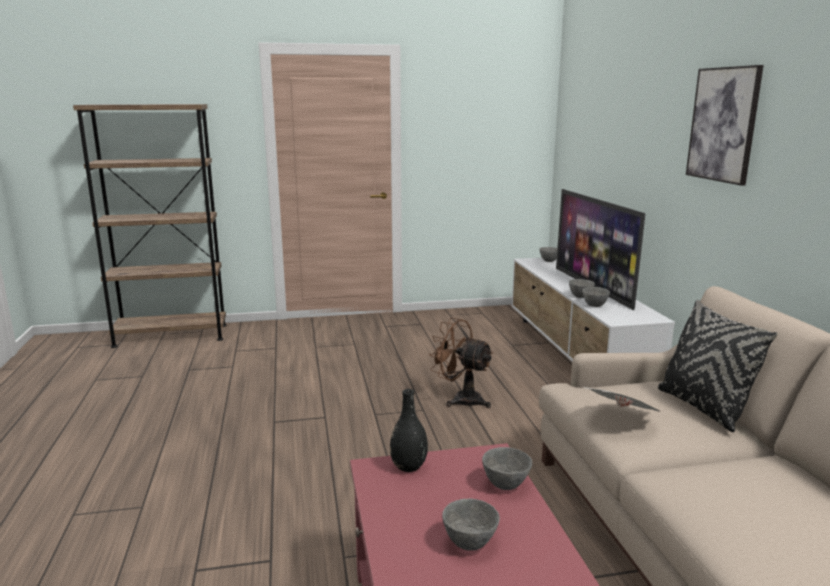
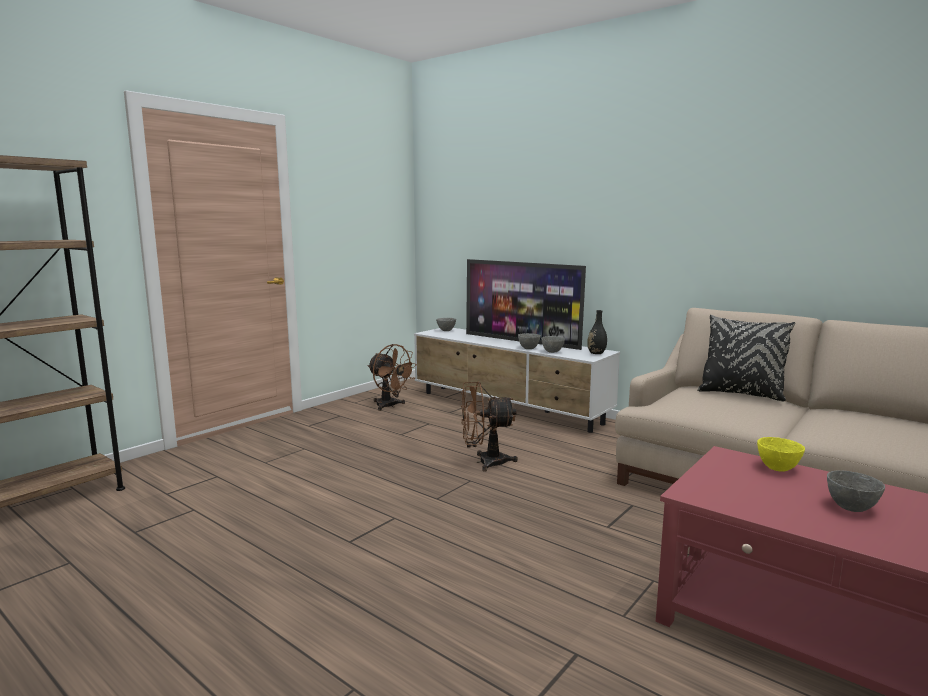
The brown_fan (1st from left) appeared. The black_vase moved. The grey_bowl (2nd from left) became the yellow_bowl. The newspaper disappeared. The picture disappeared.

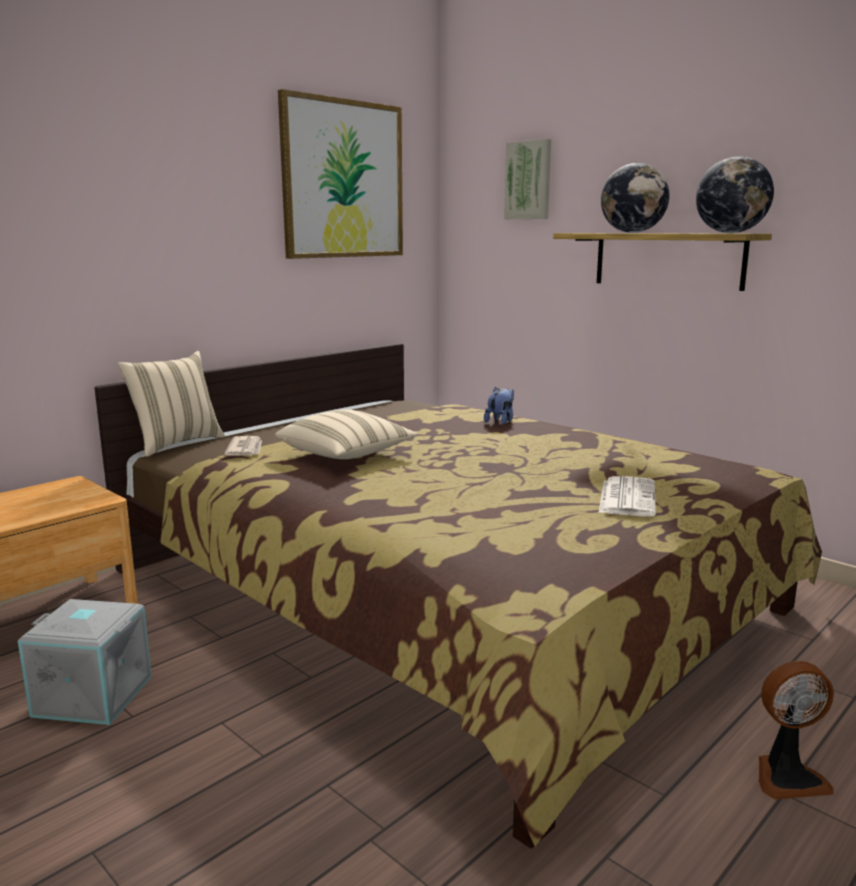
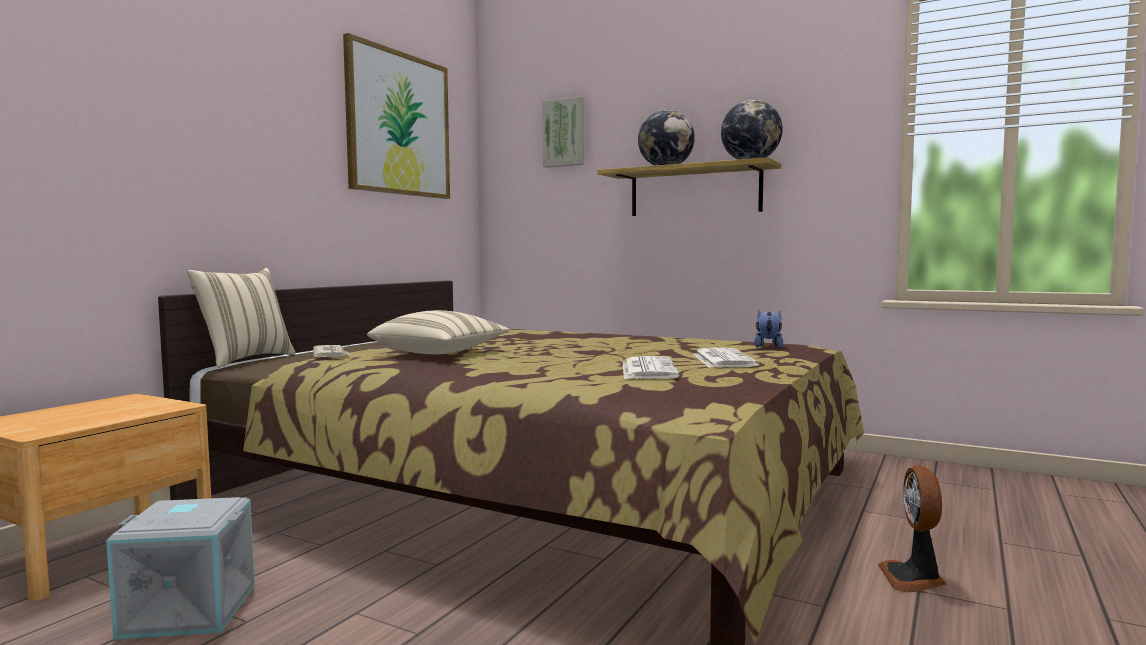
The newspaper (2nd from left) appeared. The plush_toy moved. The fan turned 120 degrees clockwise.

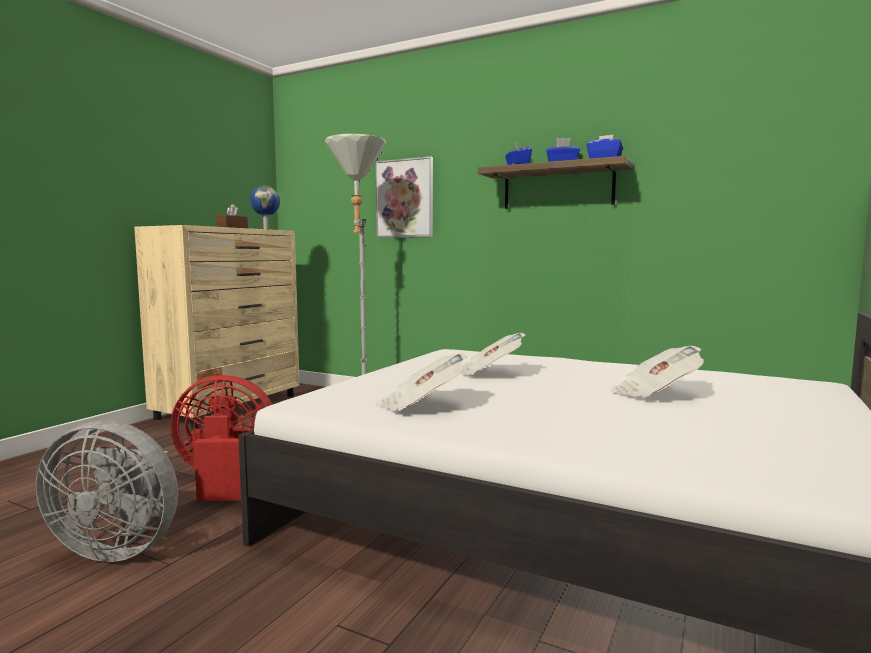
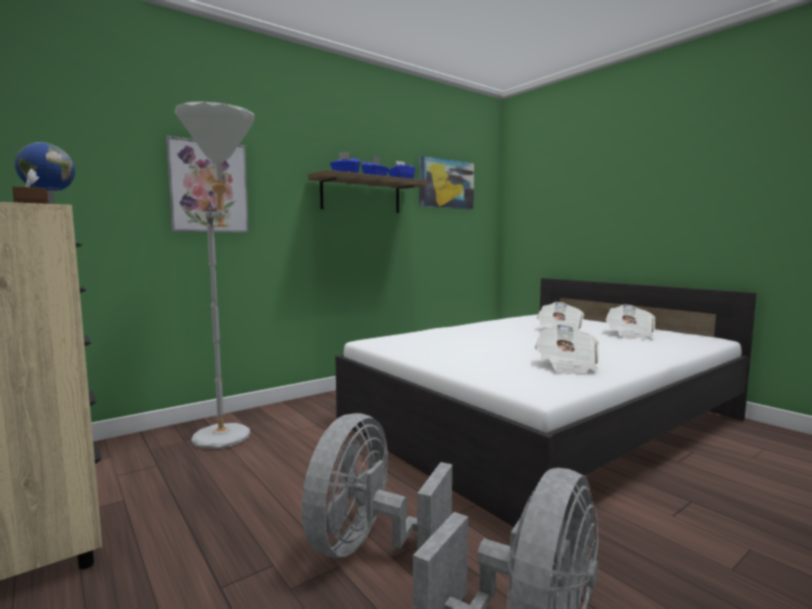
The red_fan became the grey_fan (1st from left). The picture (2nd from left) appeared. The newspaper (2nd from left in the first image) moved.

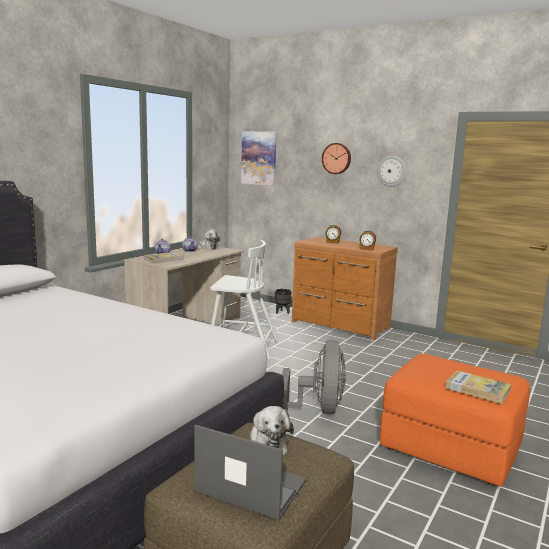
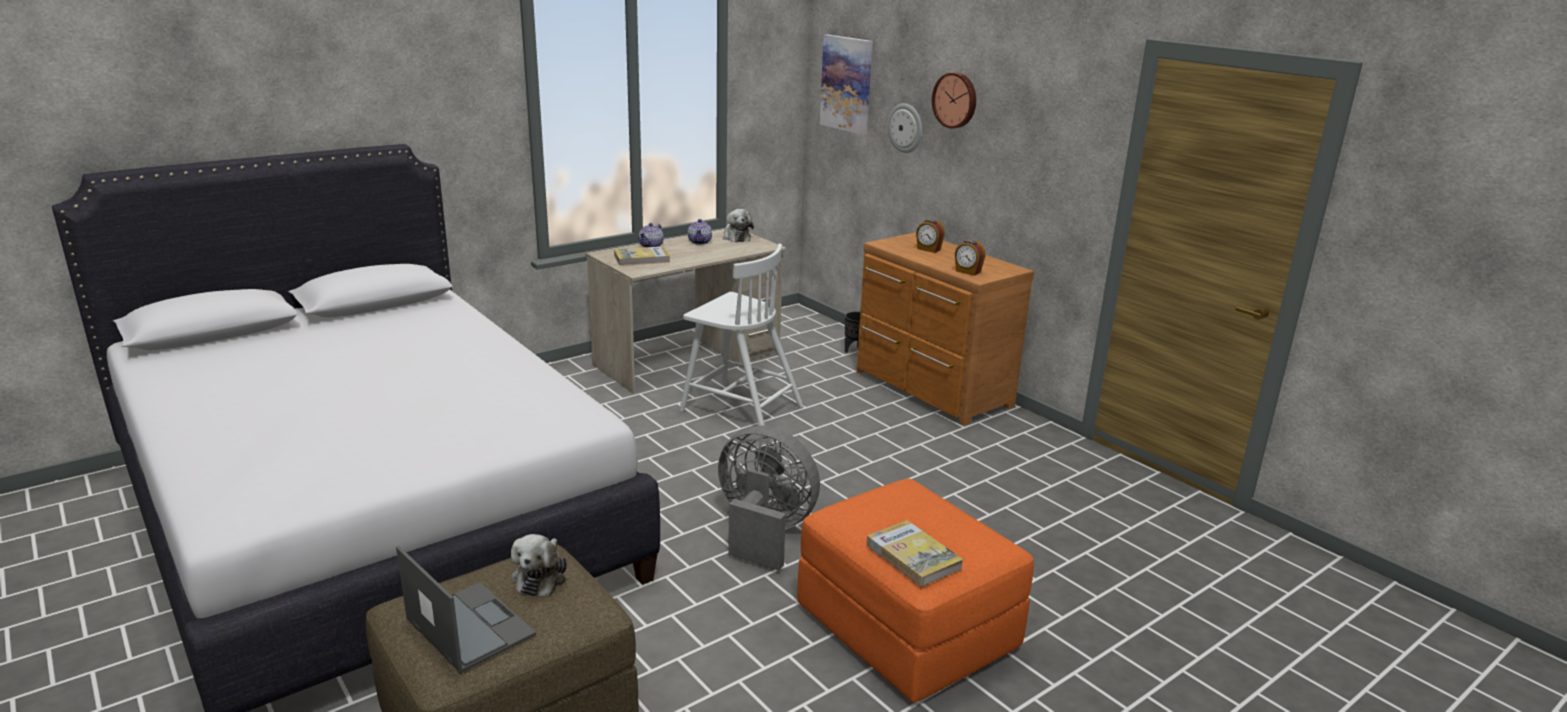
The grey_fan turned 90 degrees counterclockwise. The wall_clock (2nd from left in the first image) moved.

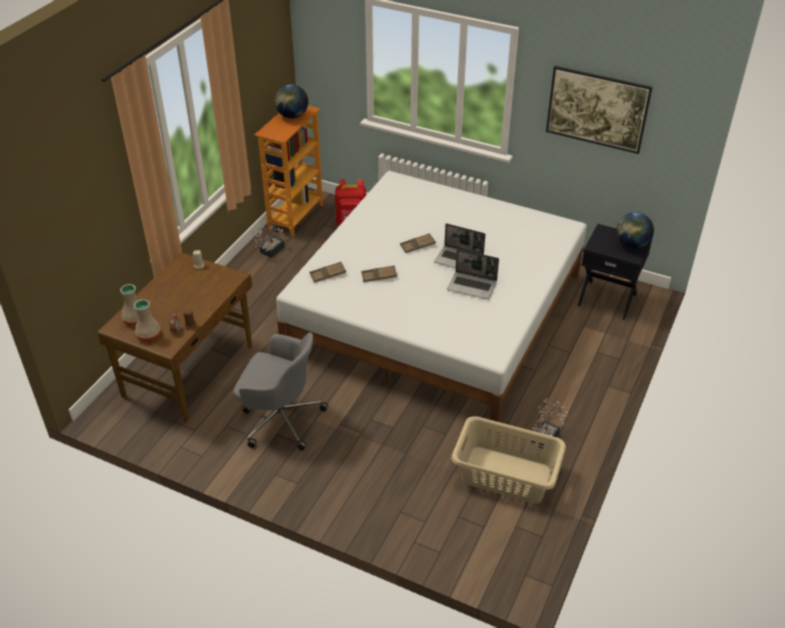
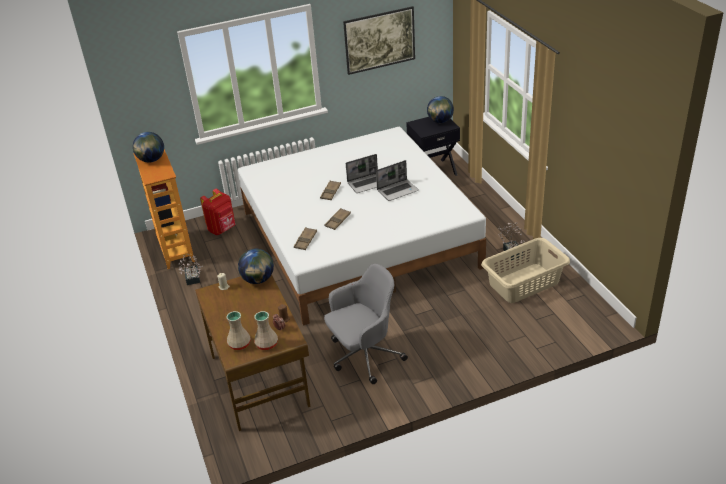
The globe (2nd from left) appeared.

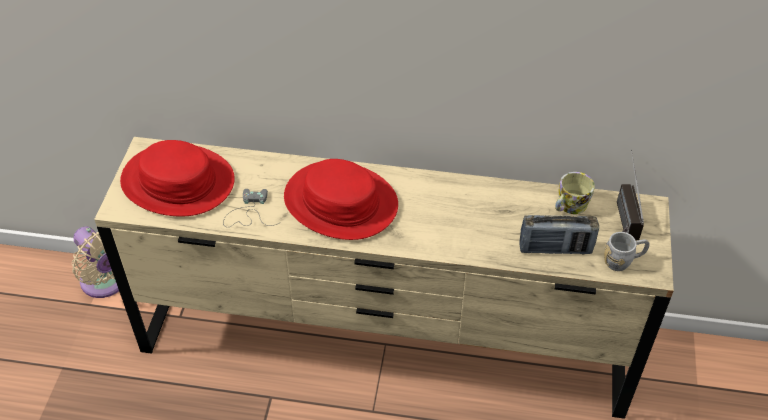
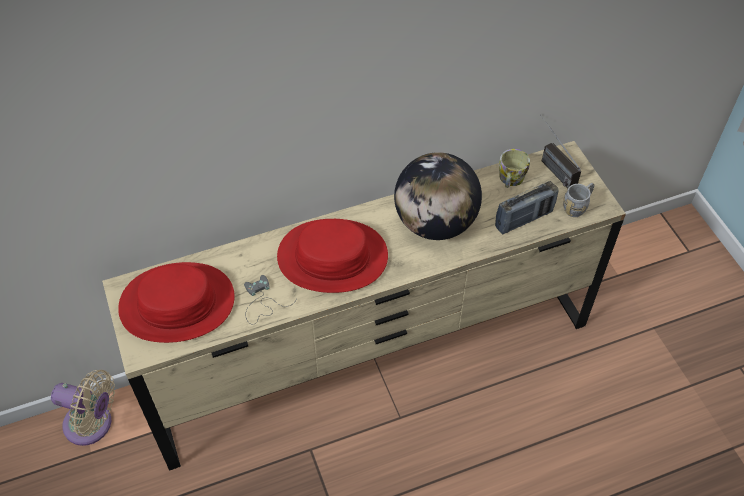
The globe appeared.

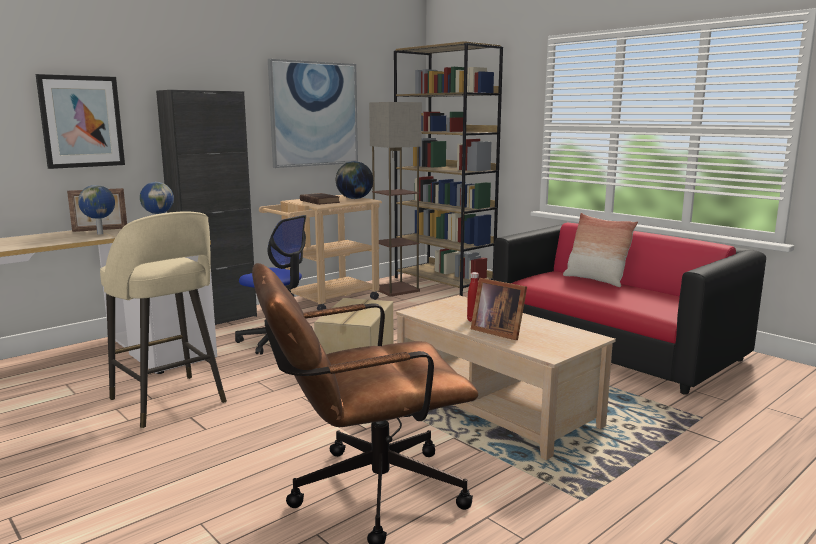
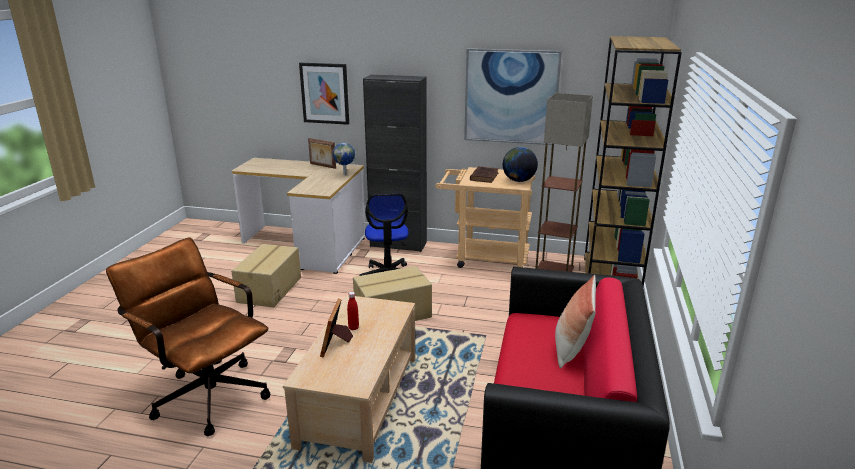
The beige_stool was replaced by the cardboard_box (1st from left). The globe (1st from left) disappeared.

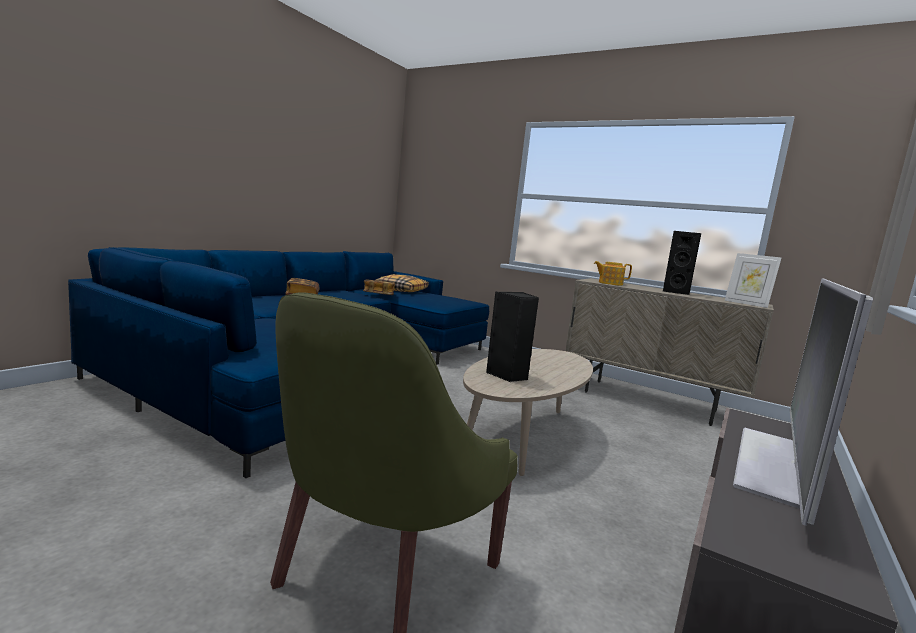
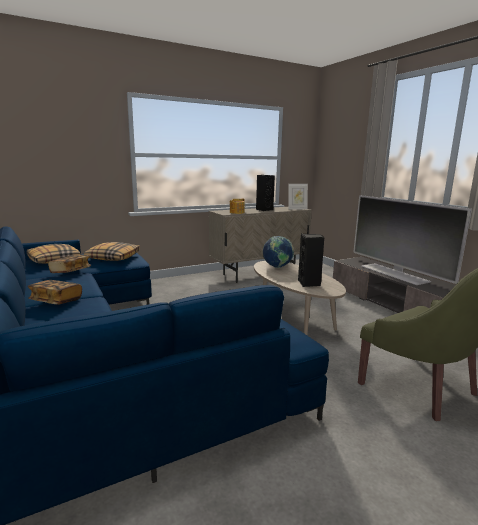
The pillow (2nd from left) appeared. The globe appeared.

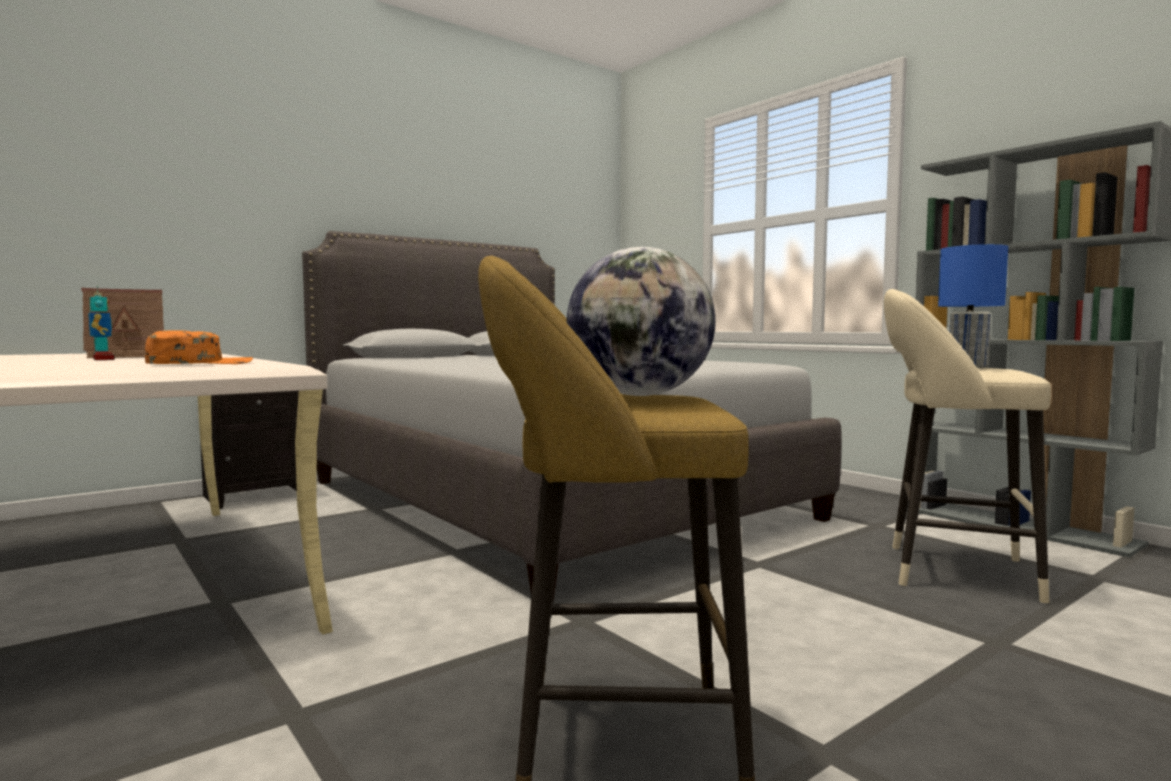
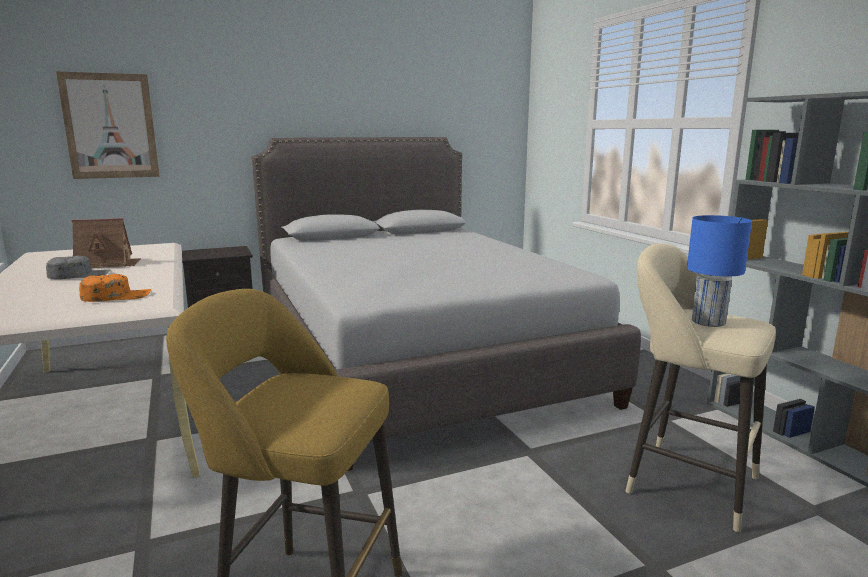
The toy_robot was replaced by the grey_cap. The picture appeared. The globe disappeared.

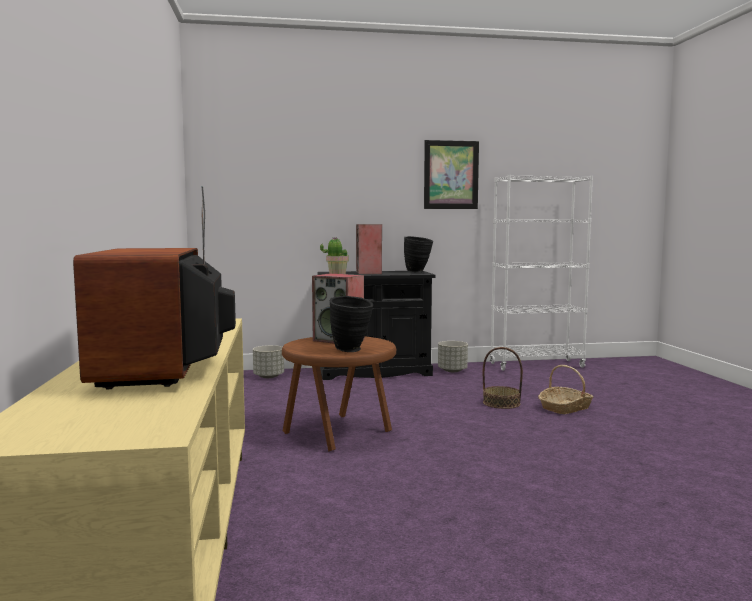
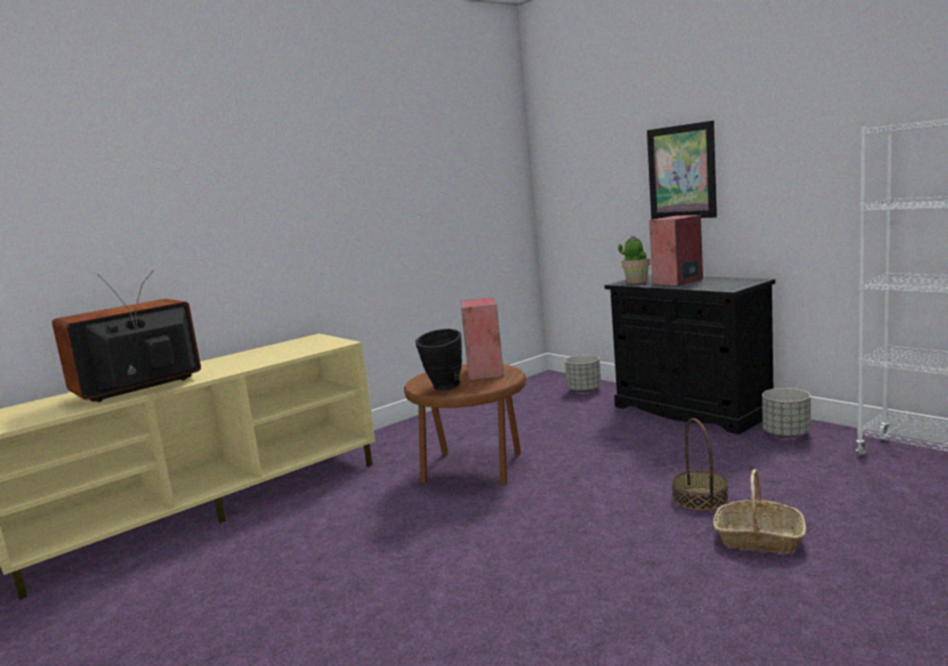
The picture moved. The black_vase (2nd from left) disappeared.

